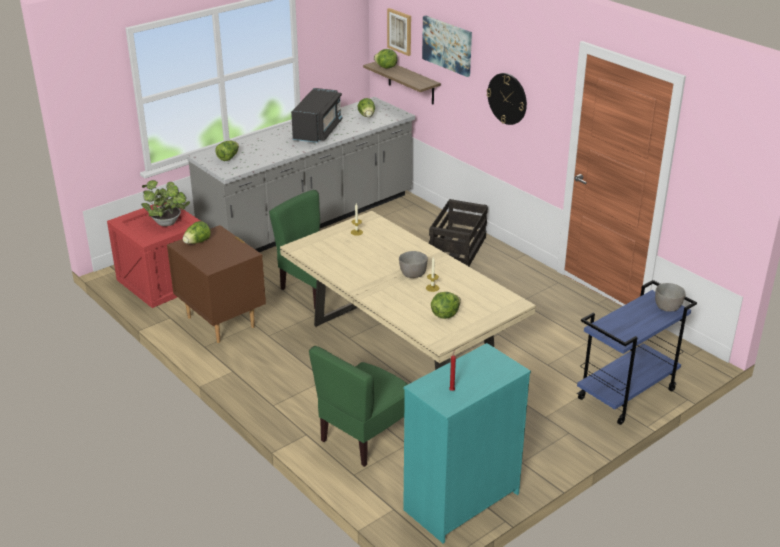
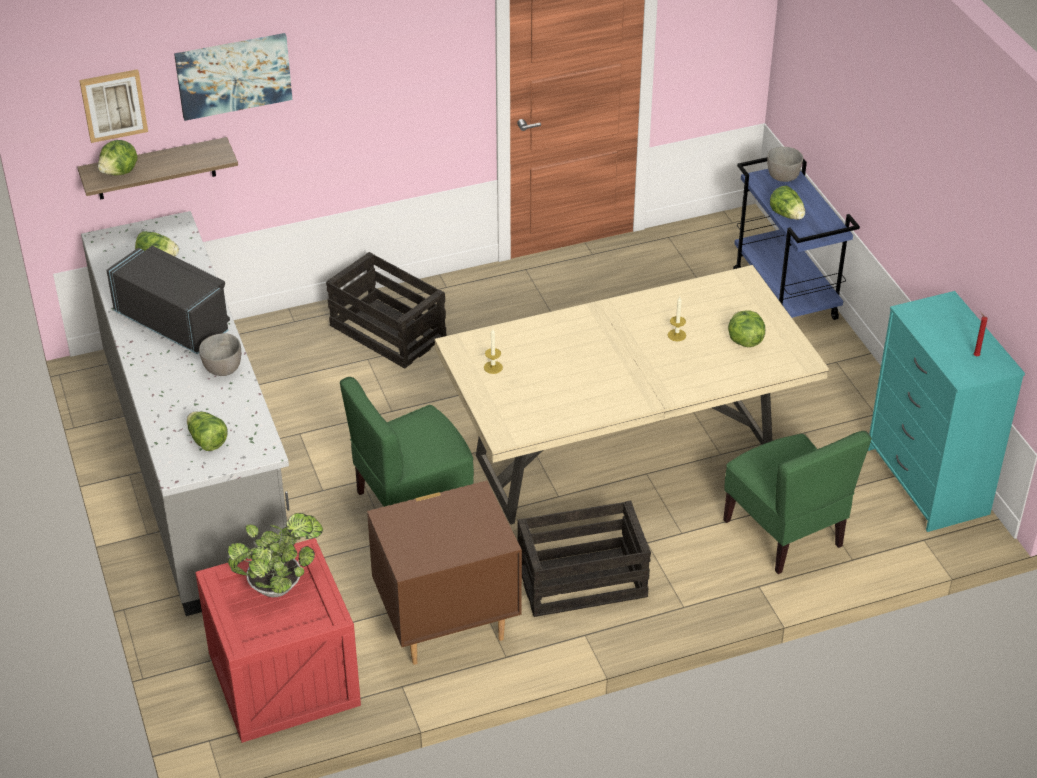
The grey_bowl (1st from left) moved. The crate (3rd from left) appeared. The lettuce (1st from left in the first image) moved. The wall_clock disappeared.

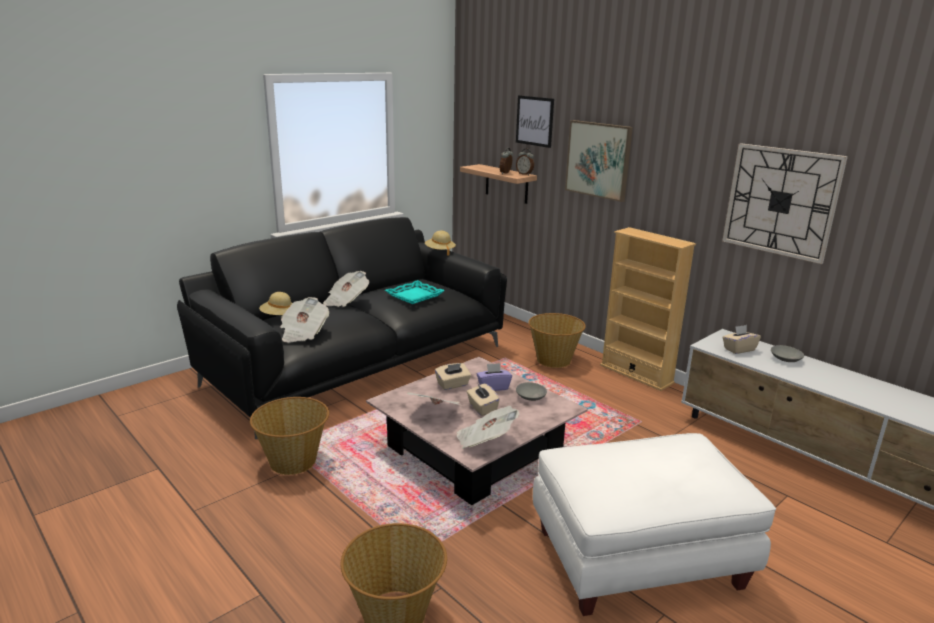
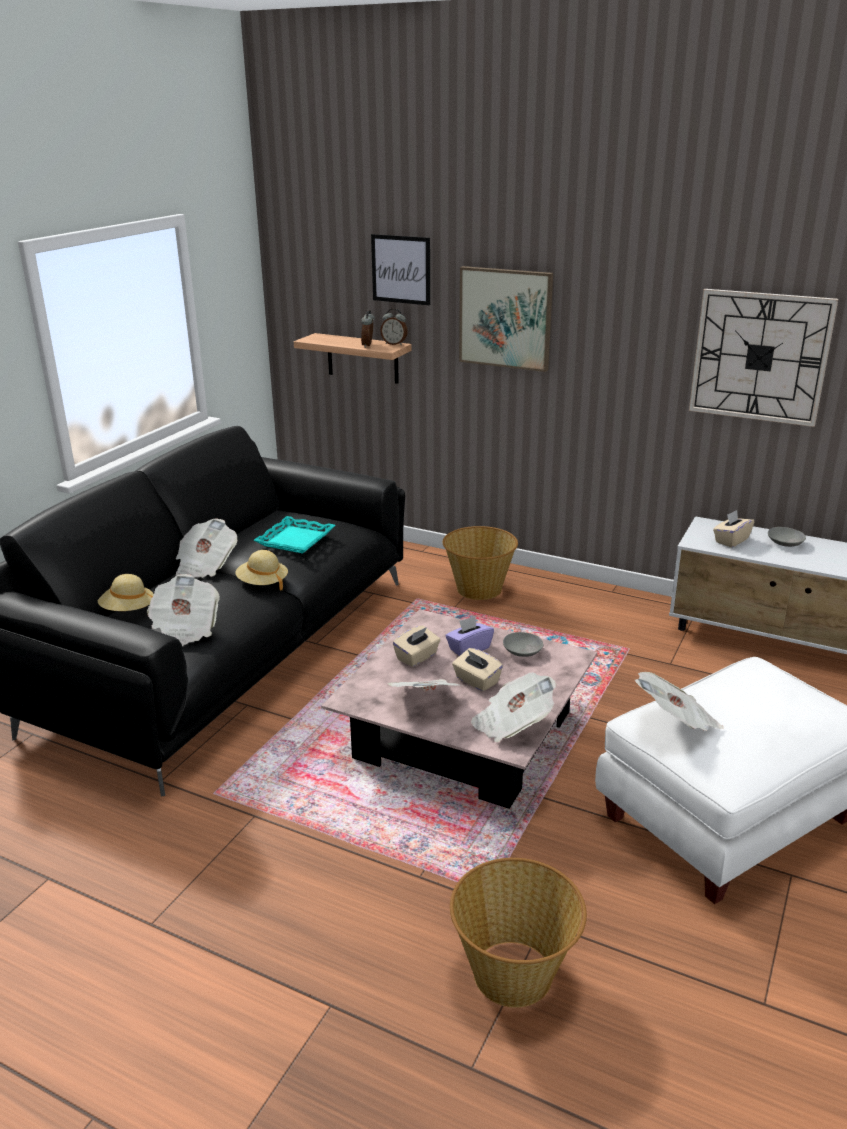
The beige_hat (2nd from left) moved. The newspaper (5th from left) appeared. The basket (1st from left) disappeared. The beige_bookcase disappeared.

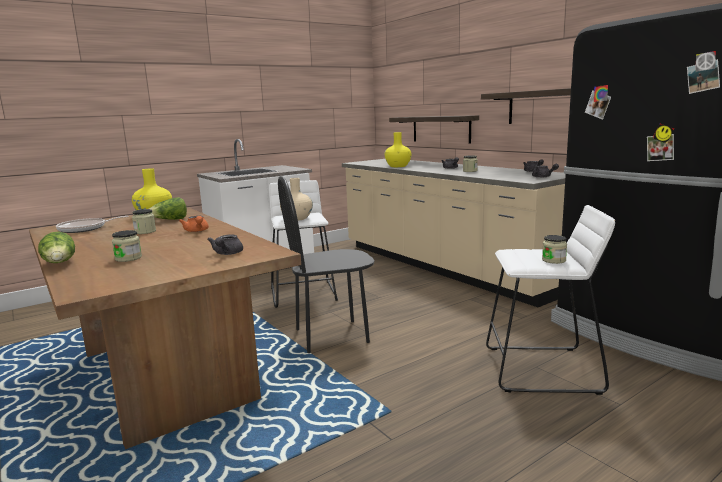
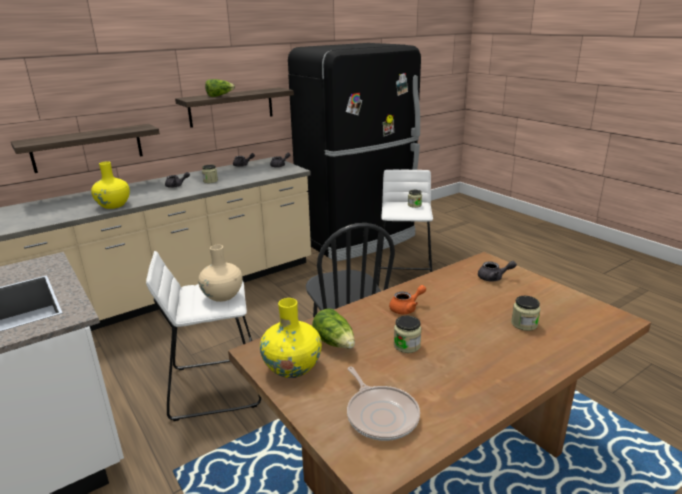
The lettuce (1st from left) moved.

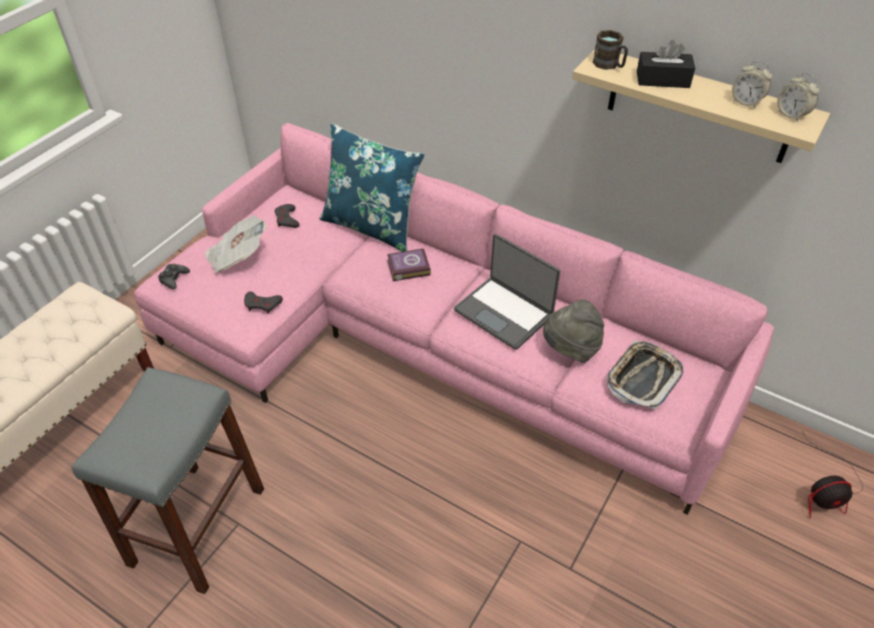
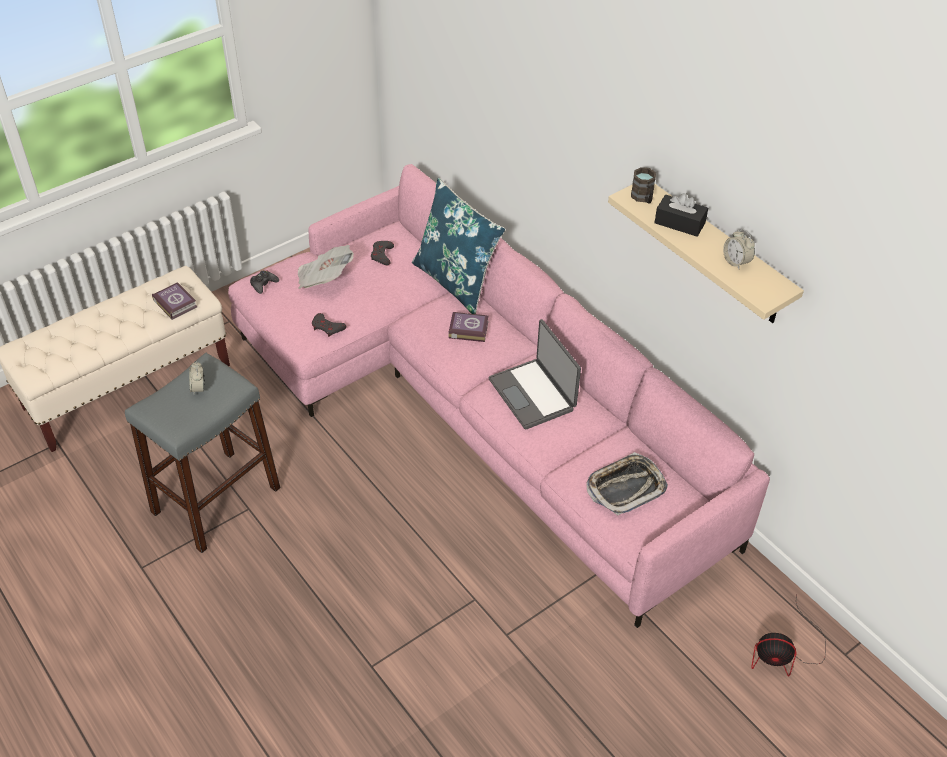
The book (1st from left) appeared. The alarm_clock (2nd from left in the first image) moved. The grey_hat disappeared.

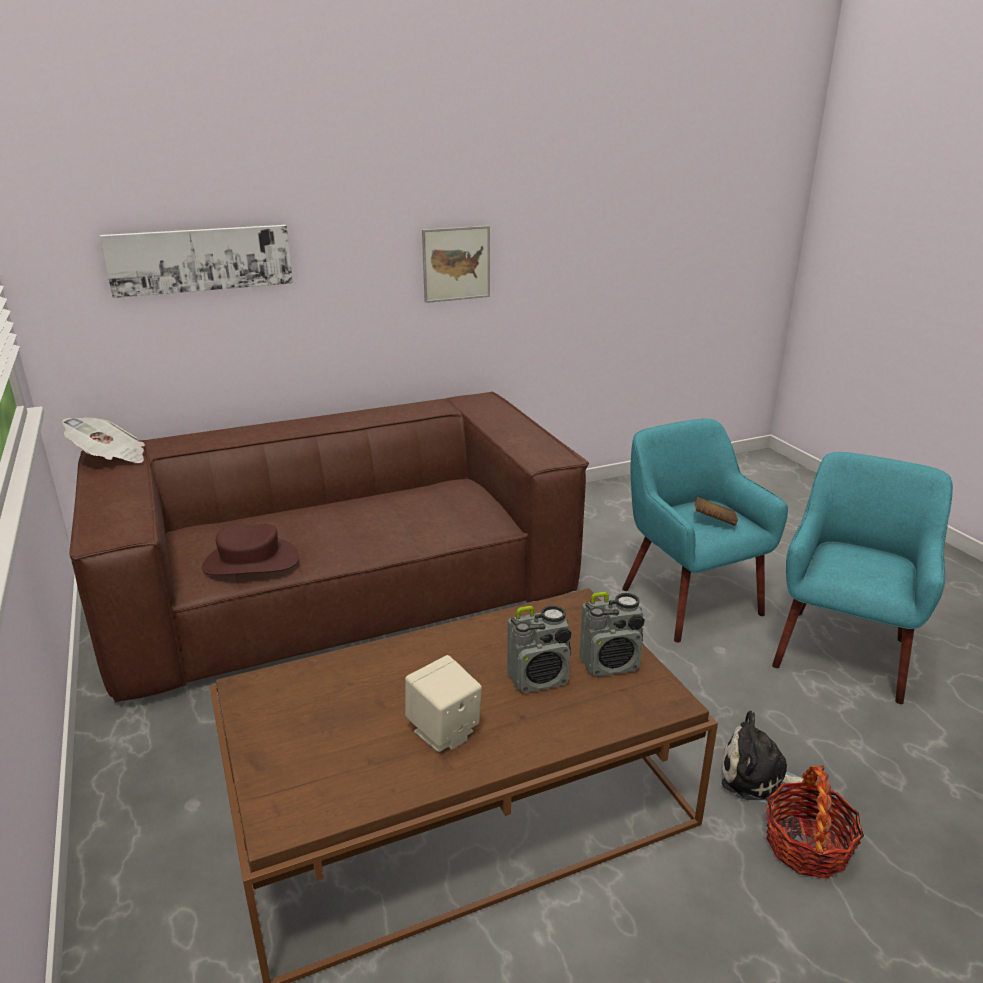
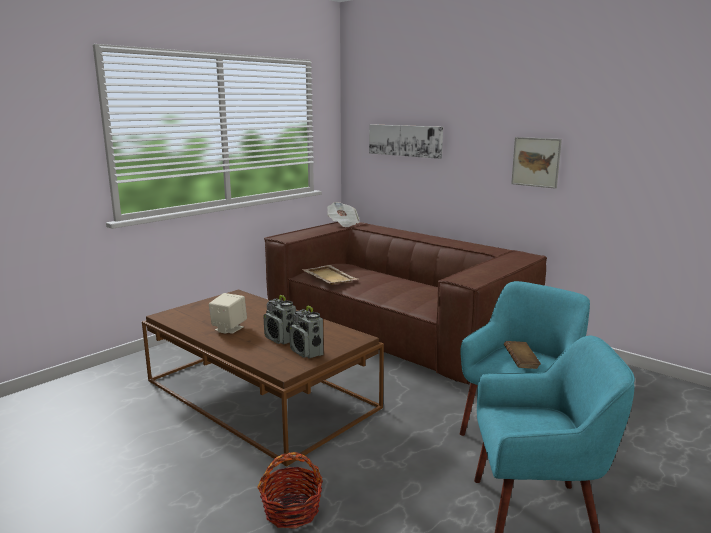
The brown_hat was replaced by the beige_tray. The plush_toy disappeared.

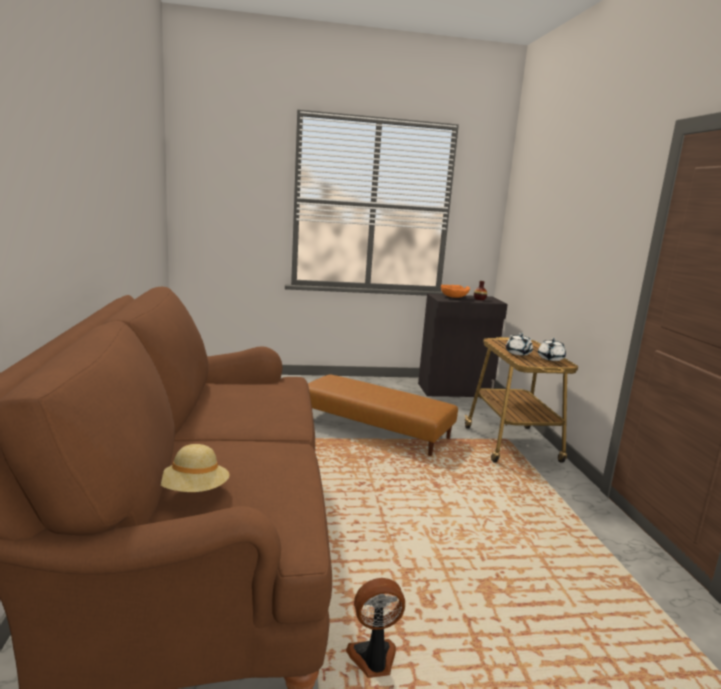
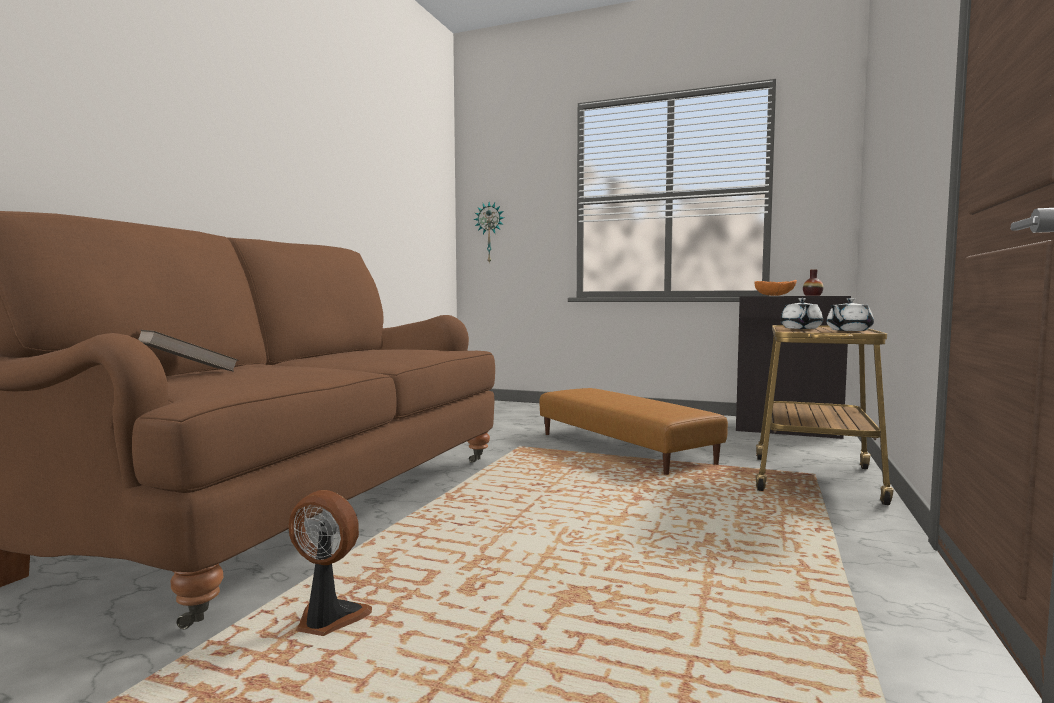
The beige_hat was replaced by the brown_book. The wall_clock appeared.

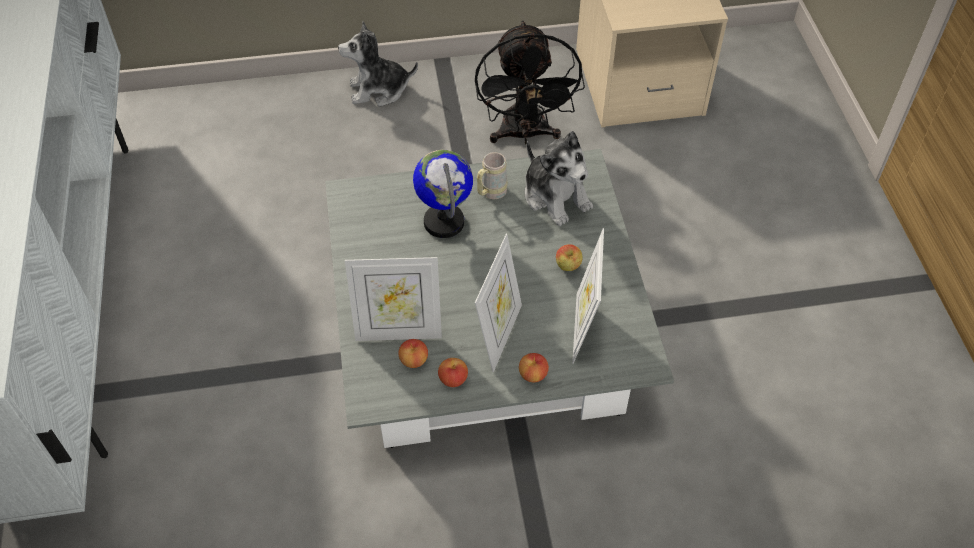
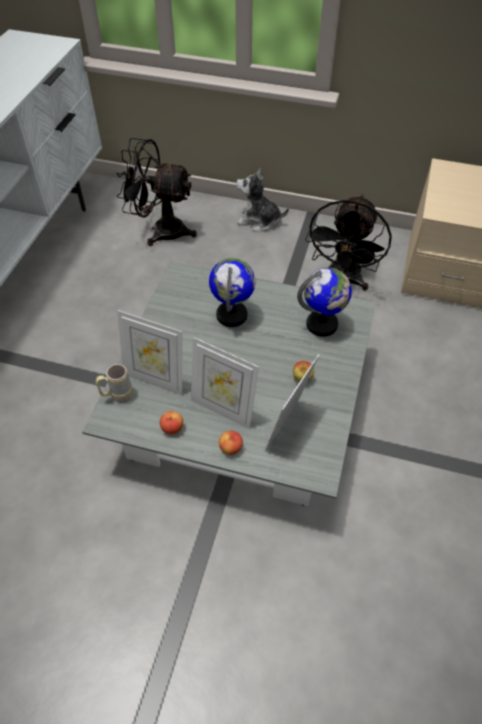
The beige_mug moved. The black_fan (1st from left) appeared. The picture_frame (2nd from left) turned 75 degrees clockwise. The plush_toy (2nd from left) was replaced by the globe (2nd from left). The apple (1st from left) disappeared.

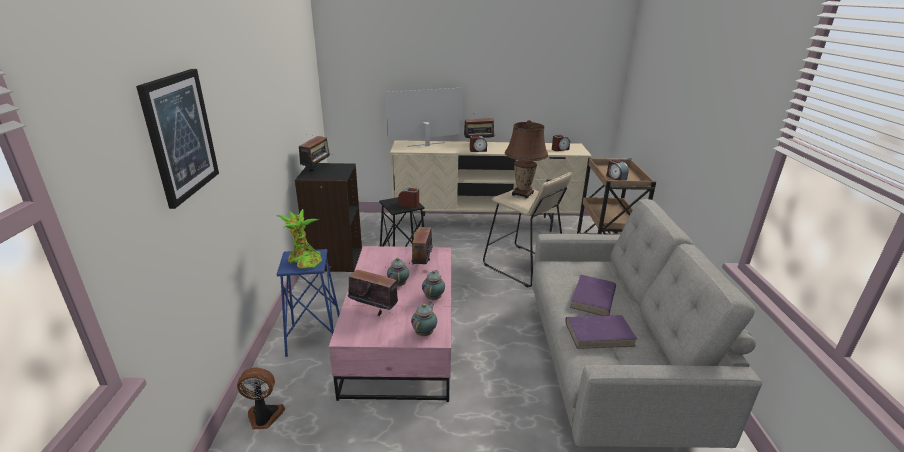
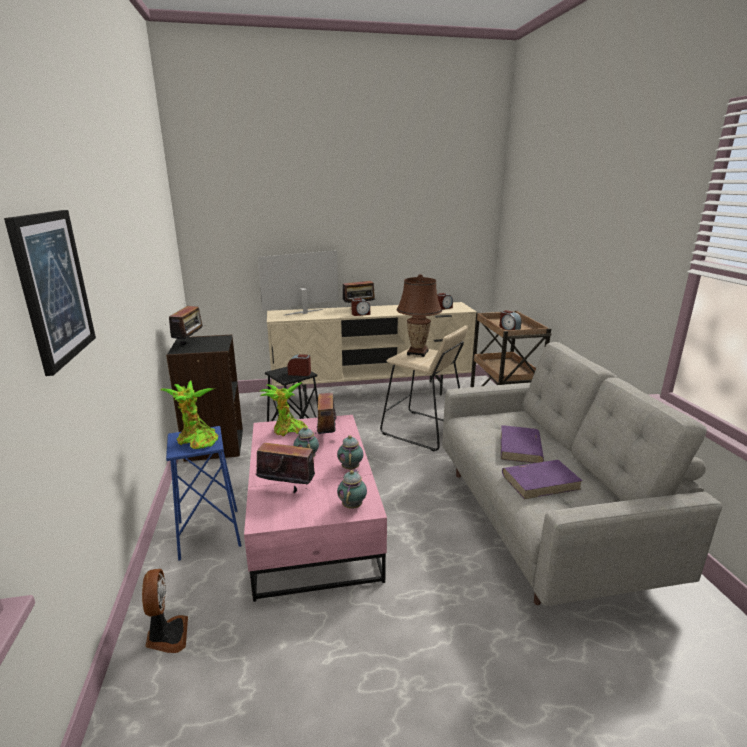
The fan turned 90 degrees clockwise. The potted_plant (2nd from left) appeared.

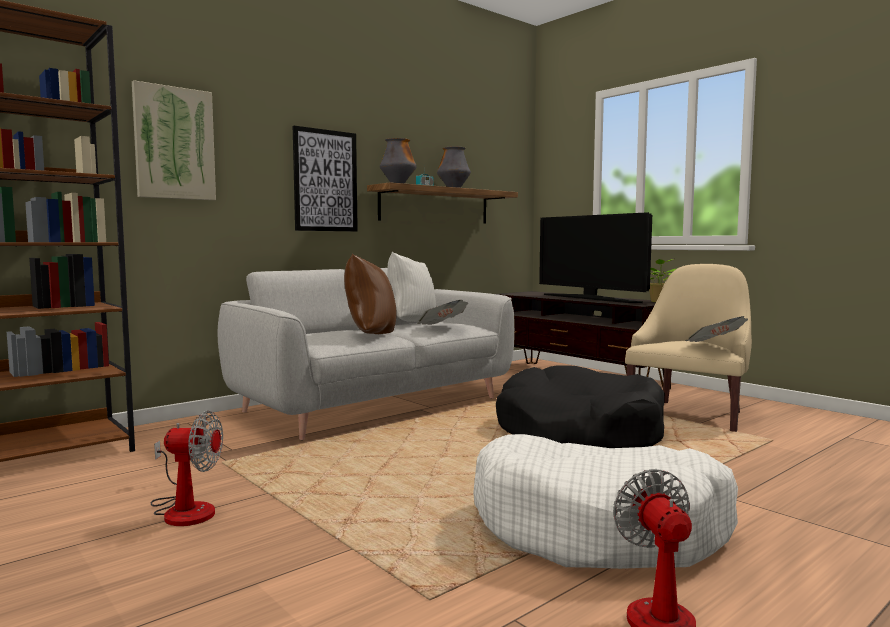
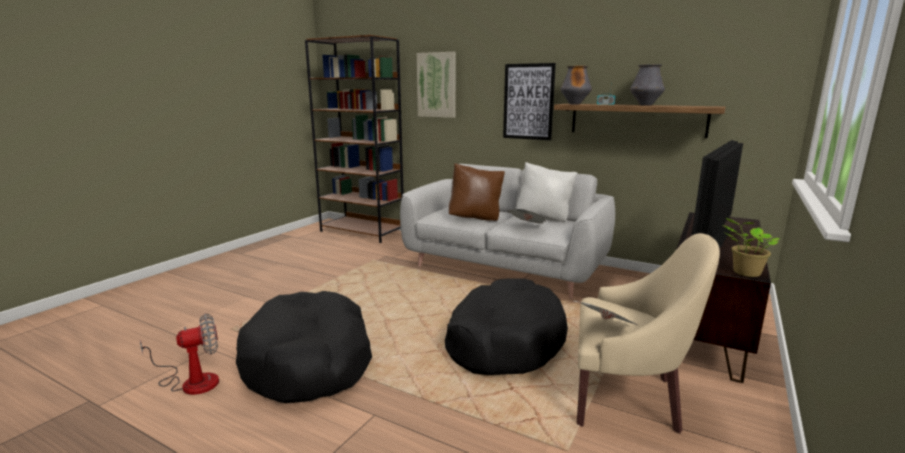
The white_dog_bed became the black_dog_bed (1st from left). The fan (1st from left) disappeared.

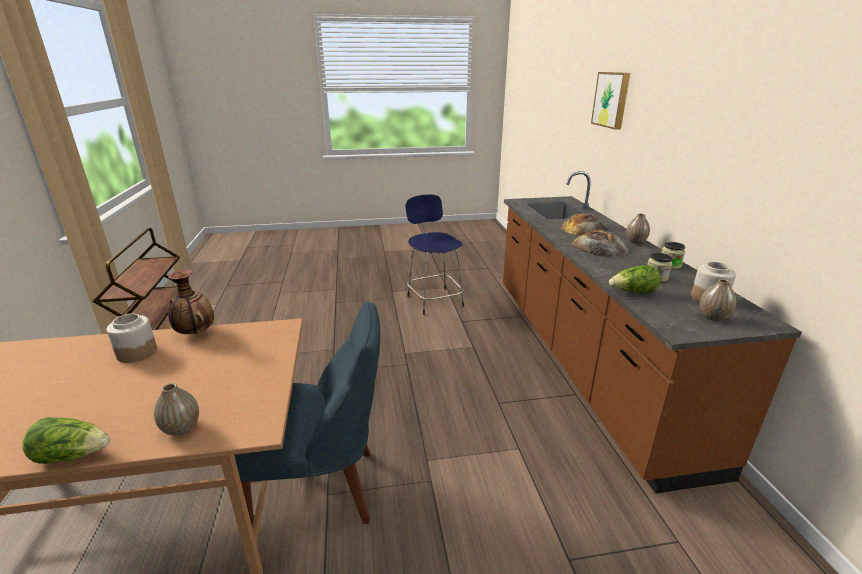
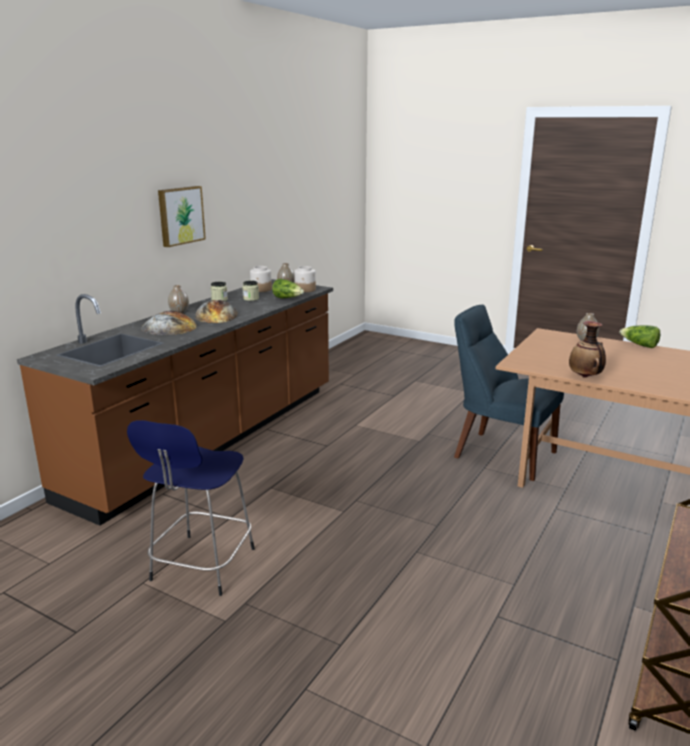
The picture moved. The jar (1st from left in the first image) moved.

